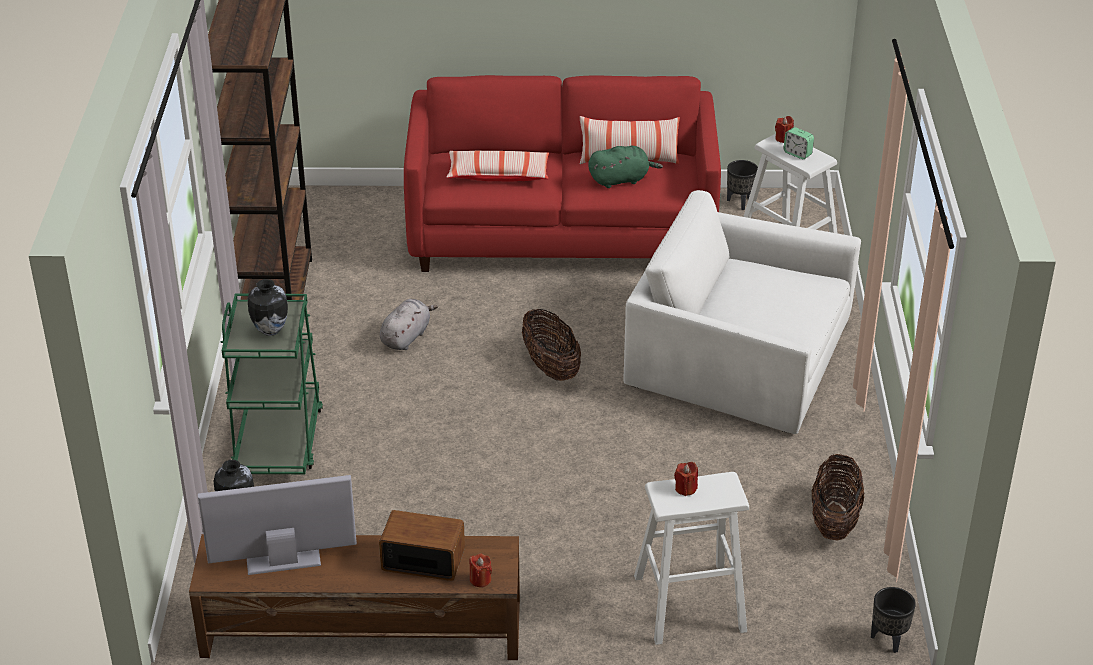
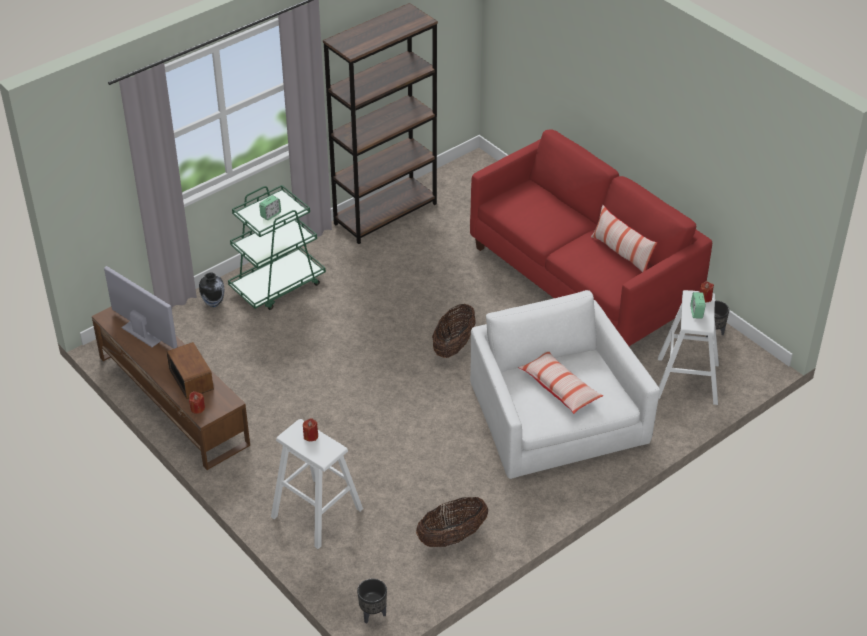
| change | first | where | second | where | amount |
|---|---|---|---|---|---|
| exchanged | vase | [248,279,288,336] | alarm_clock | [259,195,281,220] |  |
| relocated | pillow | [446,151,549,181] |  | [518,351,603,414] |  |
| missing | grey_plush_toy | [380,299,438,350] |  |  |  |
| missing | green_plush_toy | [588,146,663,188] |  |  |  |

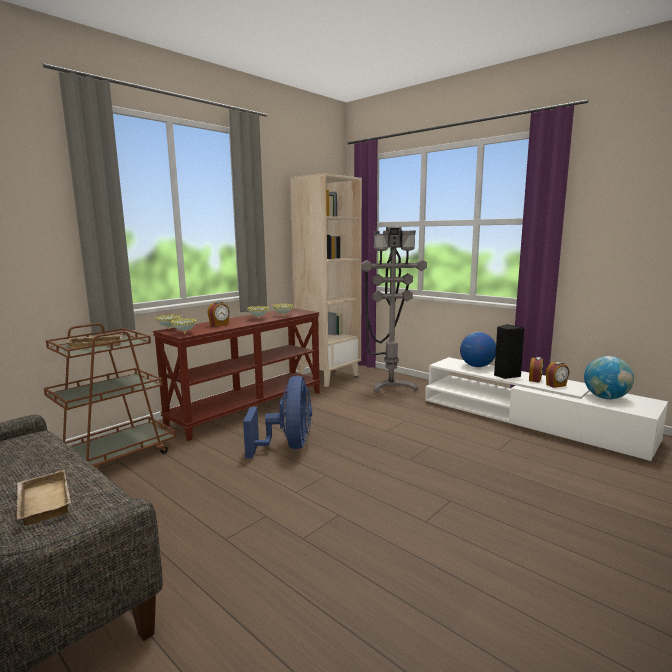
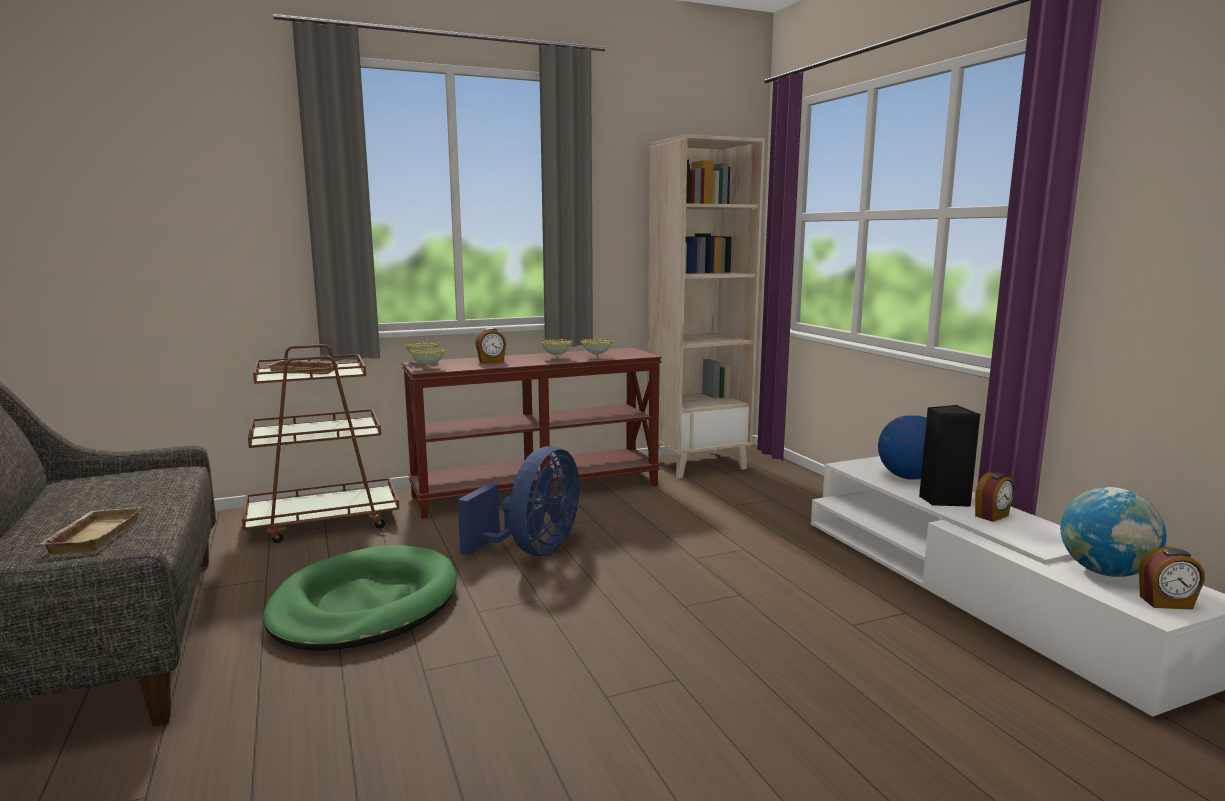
| change | first | where | second | where | amount |
|---|---|---|---|---|---|
| appeared |  |  | green_dog_bed | [263,545,457,651] |  |
| relocated | alarm_clock | [546,362,569,388] |  | [1139,546,1205,610] |  |
| missing | grey_floor_lamp | [361,227,427,394] |  |  |  |

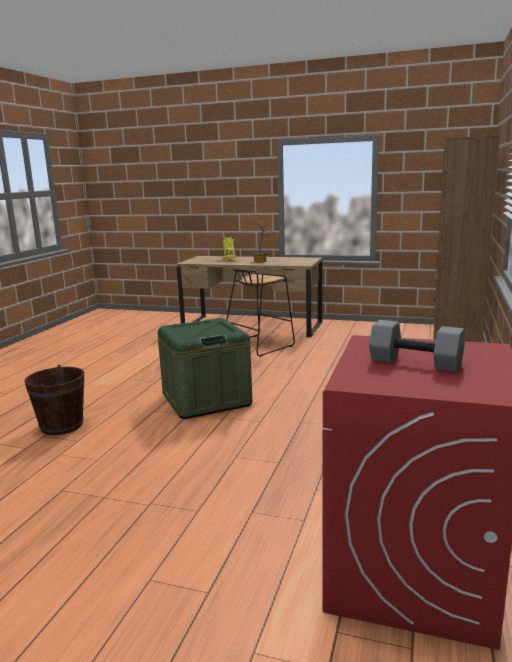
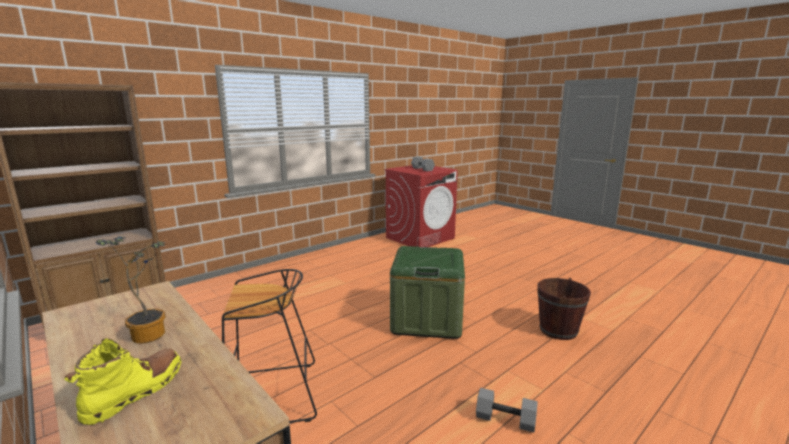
| change | first | where | second | where | amount |
|---|---|---|---|---|---|
| appeared |  |  | grey_dumbbell | [476,388,538,433] |  |

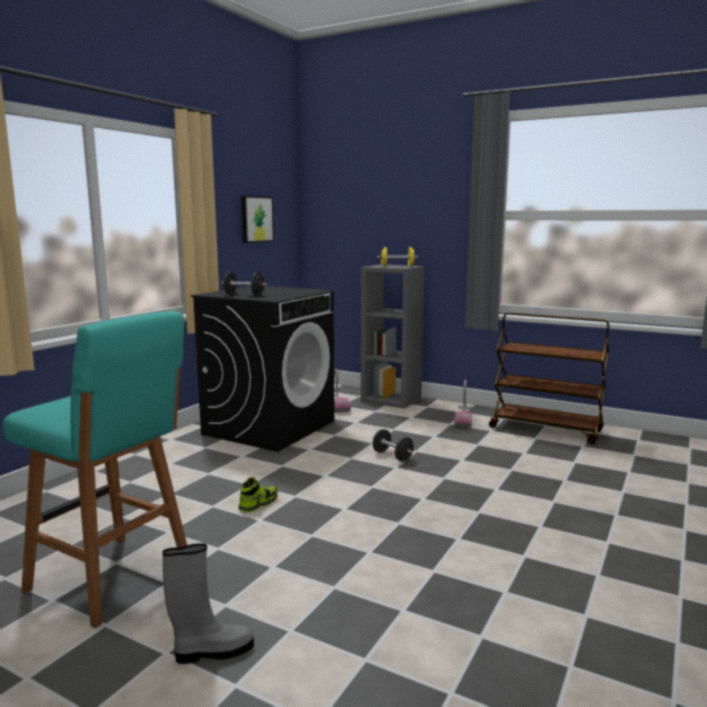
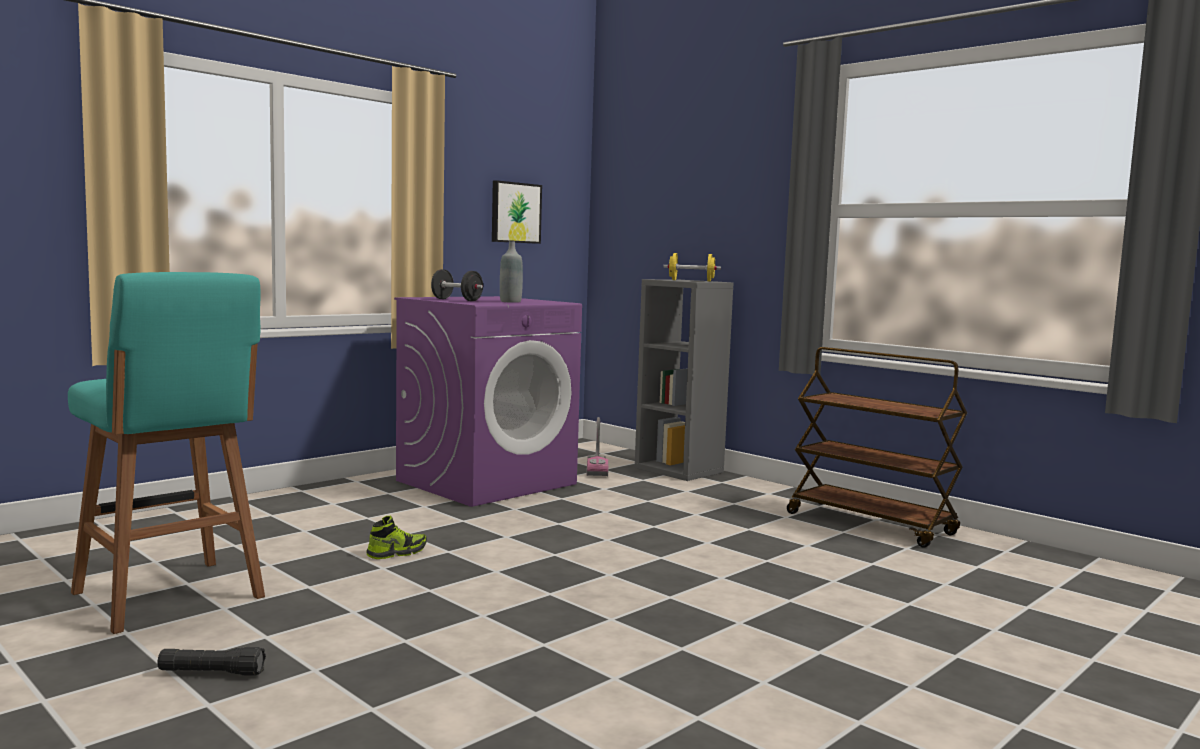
| change | first | where | second | where | amount |
|---|---|---|---|---|---|
| exchanged | grey_boot | [162,543,254,664] | black_flashlight | [157,647,266,676] |  |
| colour | black_washing_machine | [191,286,335,452] | purple_washing_machine | [394,296,582,507] |  |
| appeared |  |  | grey_bottle | [500,241,523,303] |  |
| missing | black_dumbbell | [372,429,414,462] |  |  |  |
| missing | vacuum_cleaner | [454,380,472,427] |  |  |  |

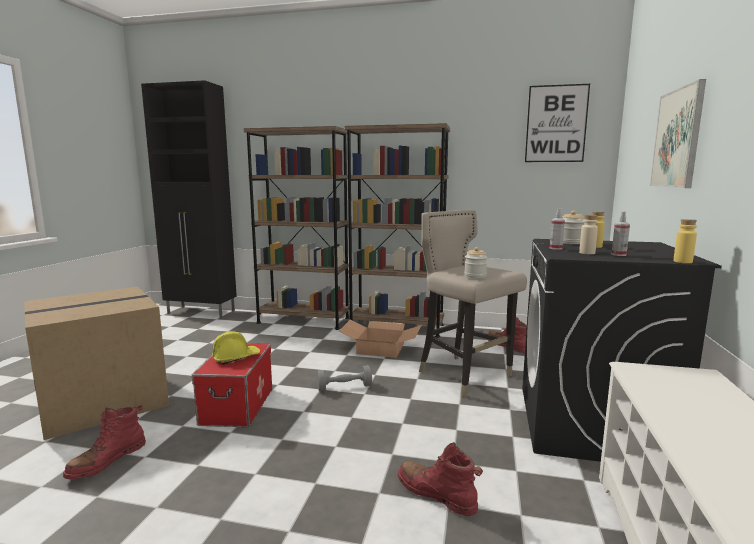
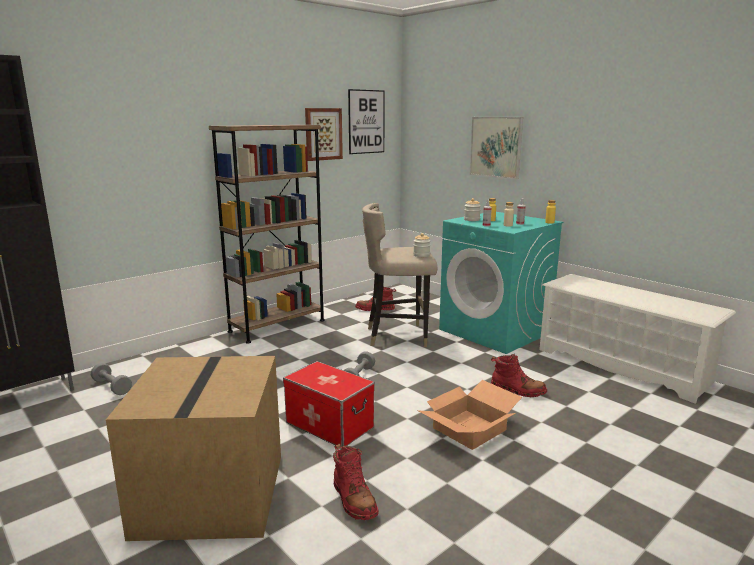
| change | first | where | second | where | amount |
|---|---|---|---|---|---|
| appeared |  |  | grey_dumbbell | [91,363,132,395] |  |
| appeared |  |  | picture | [305,108,343,161] |  |
| relocated | cardboard_box | [339,319,421,358] |  | [417,380,522,450] |  |
| colour | black_washing_machine | [522,239,722,462] | turquoise_washing_machine | [439,212,563,354] |  |
| spun | red_boot | [397,442,483,516] |  | [491,354,547,397] | 135 degrees counterclockwise |
| missing | yellow_hard_hat | [212,331,260,365] |  |  |  |
| missing | brown_bookcase | [244,126,349,330] |  |  |  |

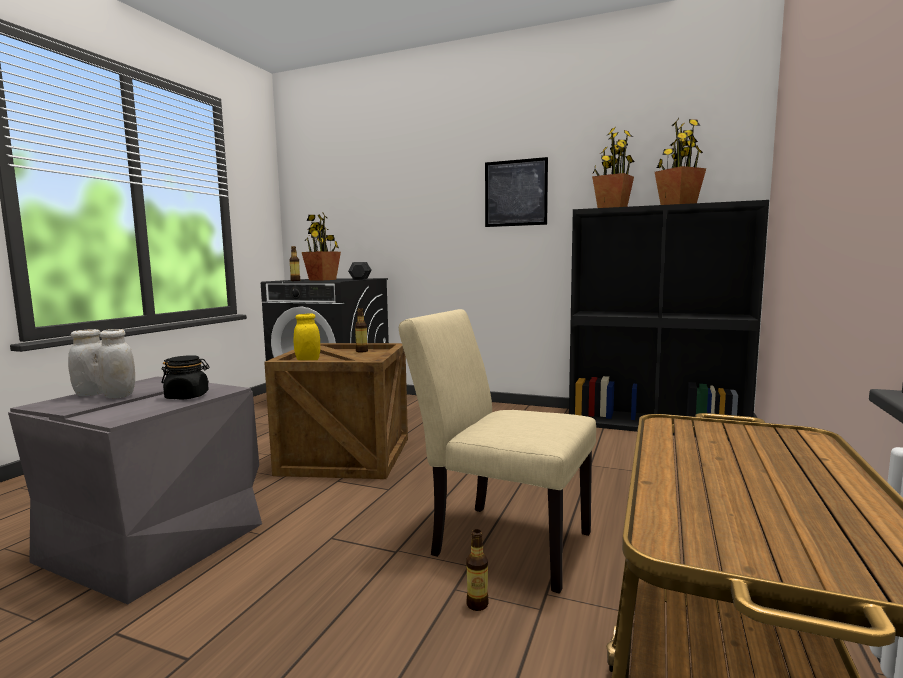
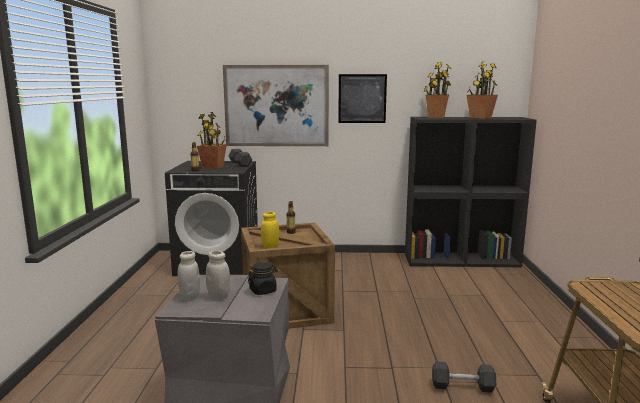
| change | first | where | second | where | amount |
|---|---|---|---|---|---|
| appeared |  |  | picture | [223,65,329,146] |  |
| exchanged | bottle | [466,529,489,611] | grey_dumbbell | [432,361,496,393] |  |
| missing | beige_chair | [399,309,596,594] |  |  |  |

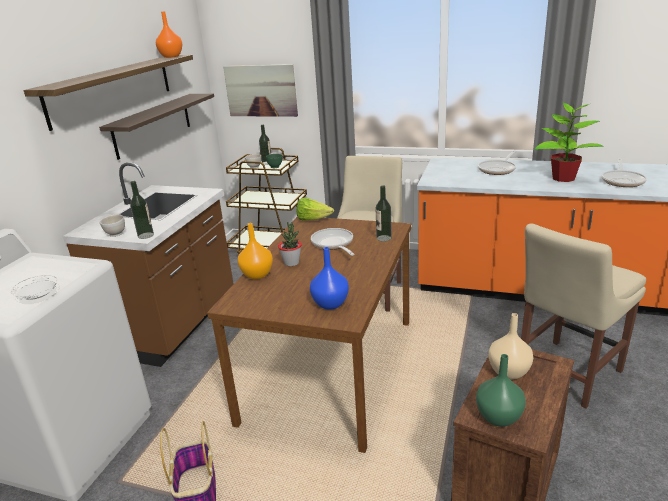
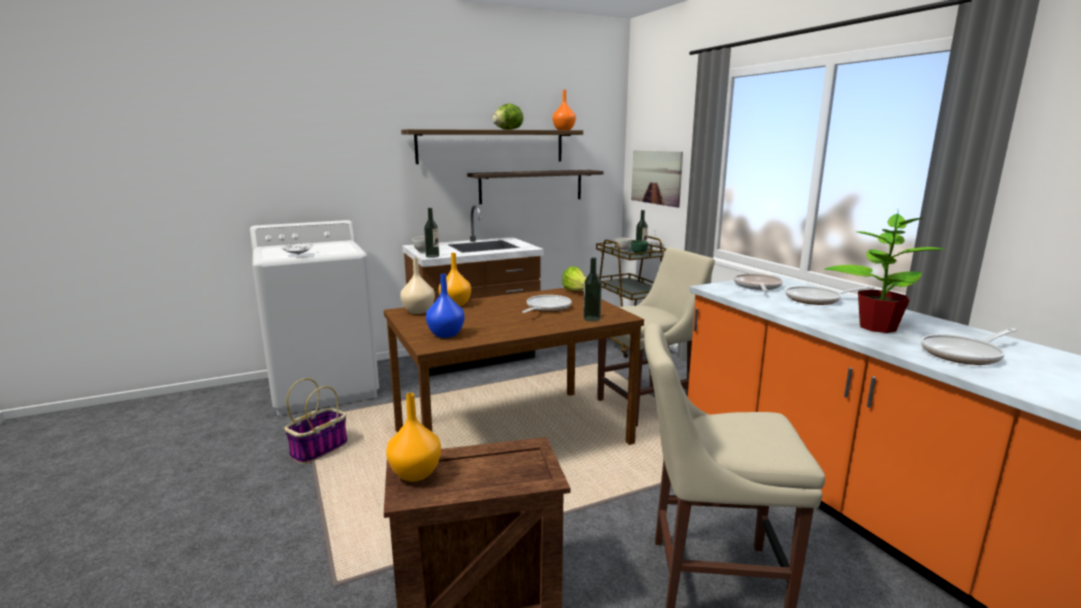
| change | first | where | second | where | amount |
|---|---|---|---|---|---|
| colour | green_vase | [476,354,526,427] | orange_vase | [386,393,441,481] |  |
| relocated | beige_vase | [489,313,533,380] |  | [400,257,435,314] |  |
| appeared |  |  | lettuce | [493,104,523,130] |  |
| appeared |  |  | frying_pan | [734,274,783,291] |  |
| missing | potted_plant | [278,222,302,266] |  |  |  |

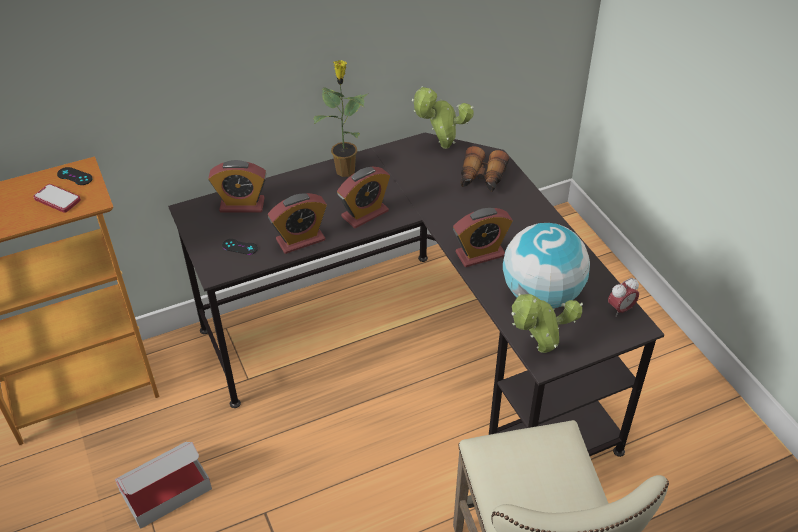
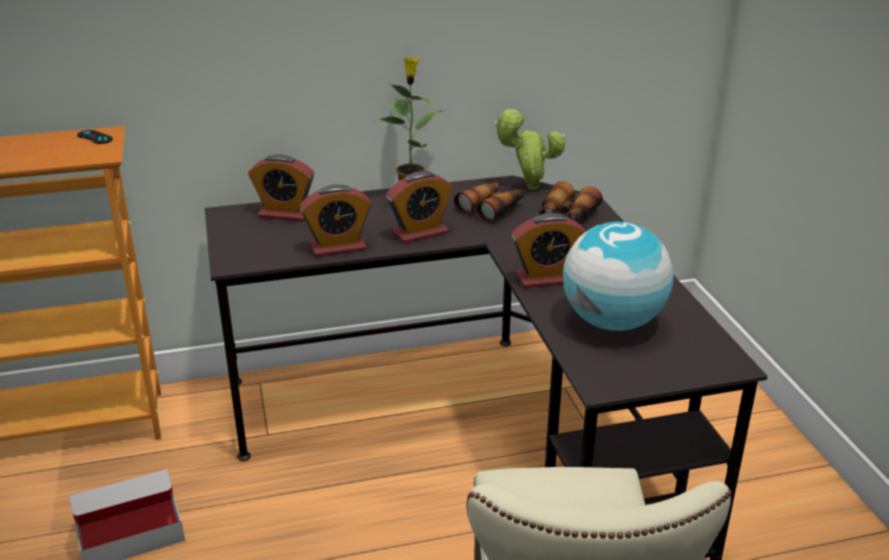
| change | first | where | second | where | amount |
|---|---|---|---|---|---|
| appeared |  |  | binoculars | [454,181,525,223] |  |
| missing | phone | [33,184,81,213] |  |  |  |
| missing | black_game_controller | [222,239,258,255] |  |  |  |
| missing | potted_plant | [511,293,583,353] |  |  |  |
| missing | alarm_clock | [608,278,639,317] |  |  |  |

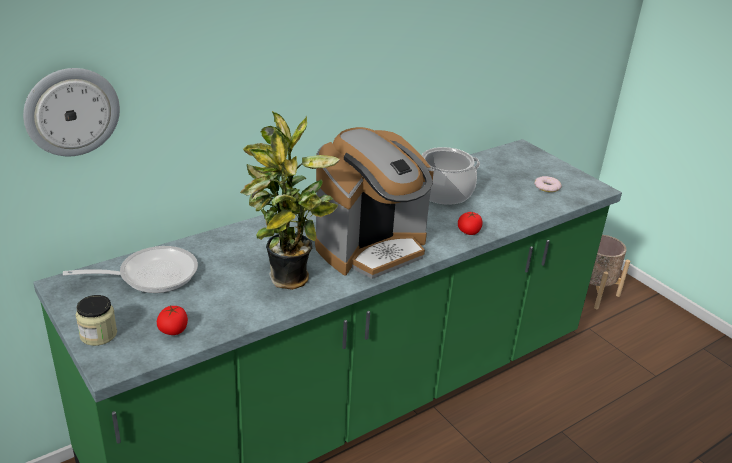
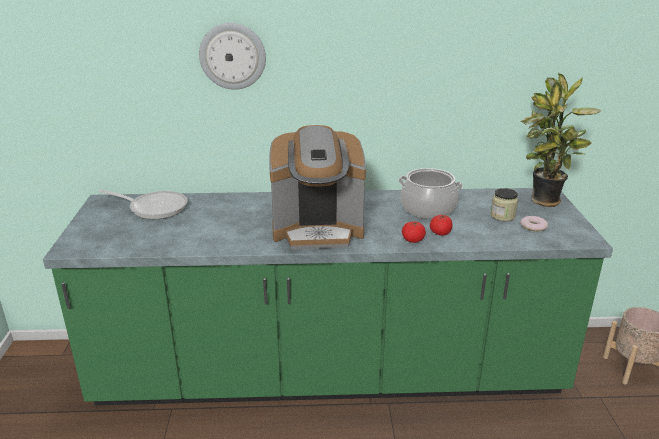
| change | first | where | second | where | amount |
|---|---|---|---|---|---|
| relocated | wall_clock | [23,68,120,156] |  | [199,23,266,90] |  |
| relocated | tomato | [157,306,188,335] |  | [430,214,453,236] |  |
| relocated | jar | [76,295,117,346] |  | [491,188,518,221] |  |
| relocated | potted_plant | [240,111,340,290] |  | [521,73,601,207] |  |

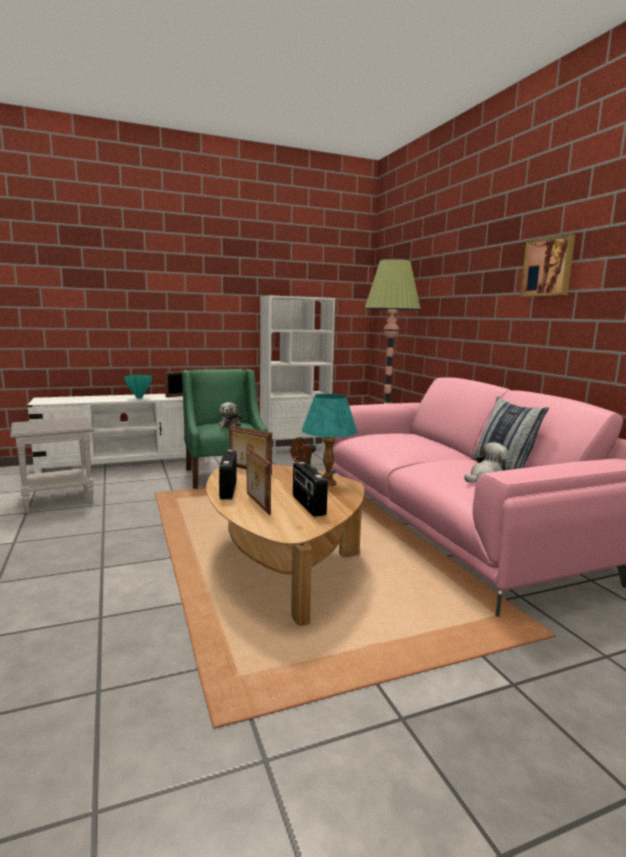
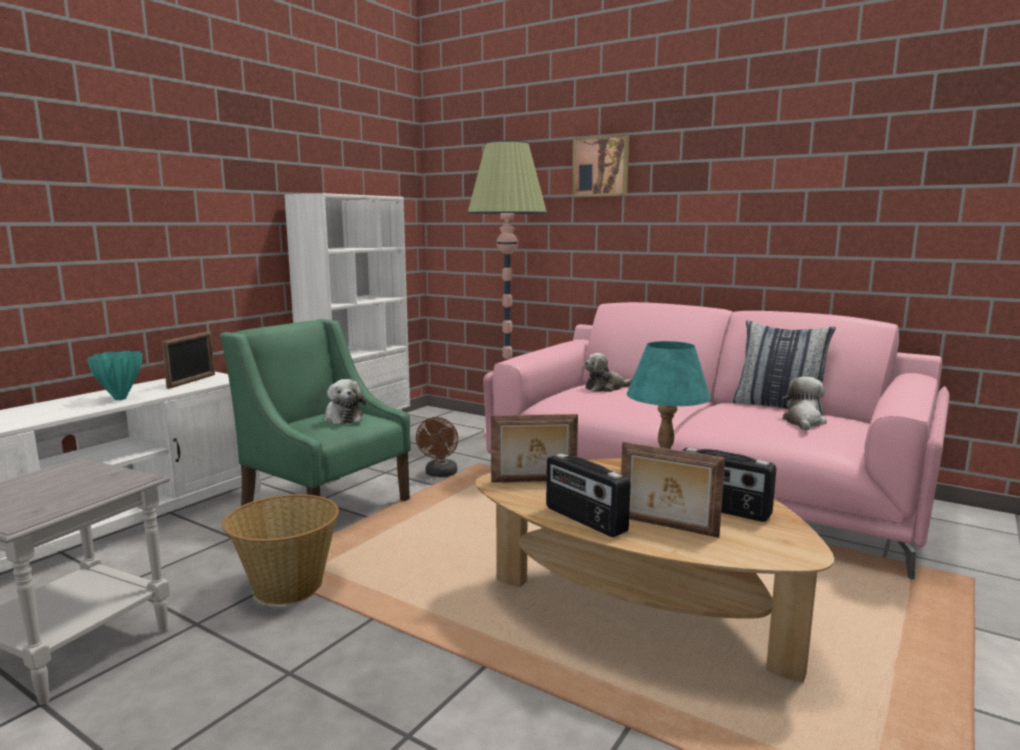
| change | first | where | second | where | amount |
|---|---|---|---|---|---|
| appeared |  |  | basket | [222,494,339,605] |  |
| relocated | picture | [520,234,575,297] |  | [572,134,629,197] |  |
| appeared |  |  | plush_toy | [584,353,633,392] |  |

